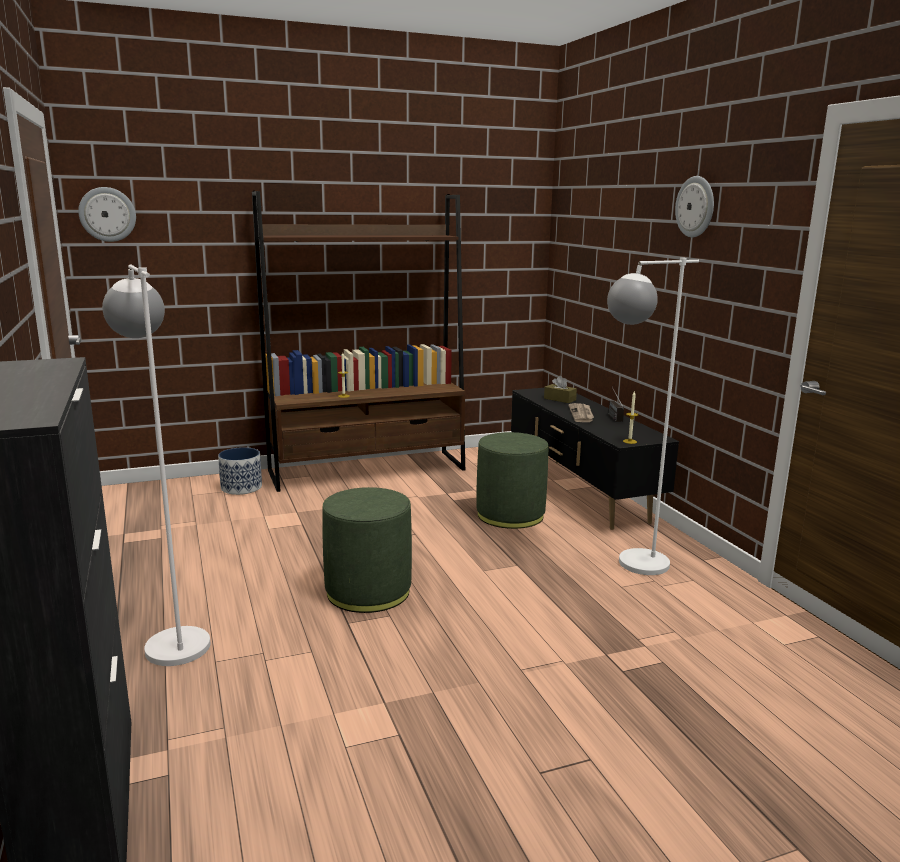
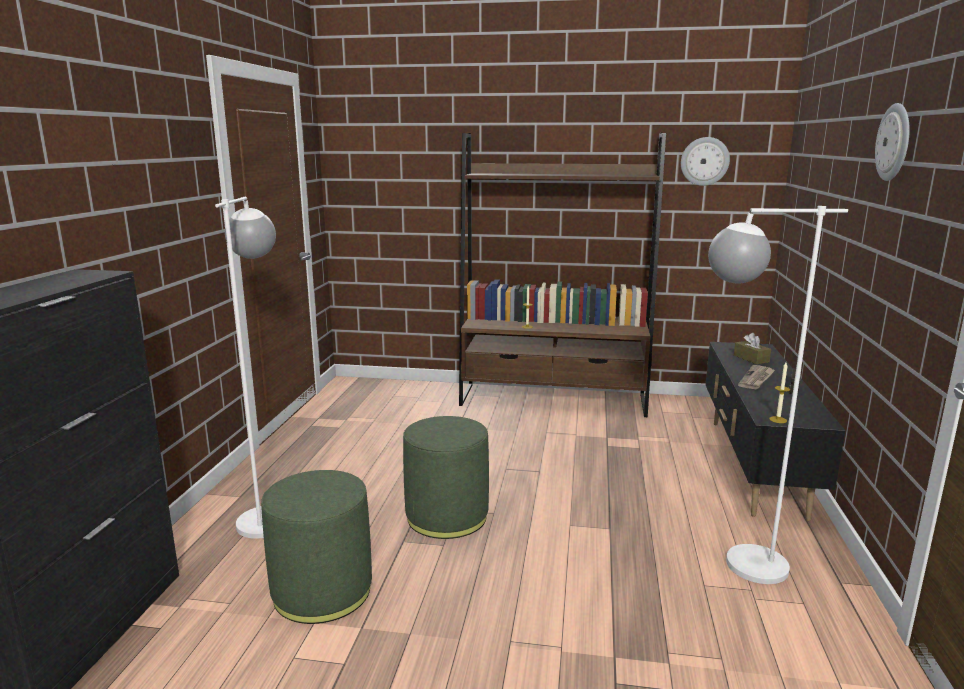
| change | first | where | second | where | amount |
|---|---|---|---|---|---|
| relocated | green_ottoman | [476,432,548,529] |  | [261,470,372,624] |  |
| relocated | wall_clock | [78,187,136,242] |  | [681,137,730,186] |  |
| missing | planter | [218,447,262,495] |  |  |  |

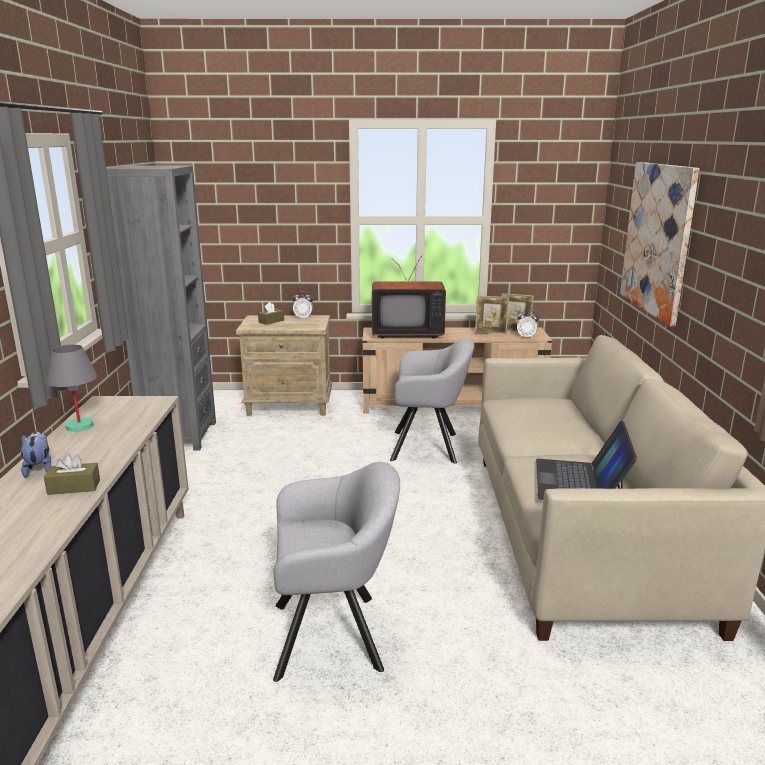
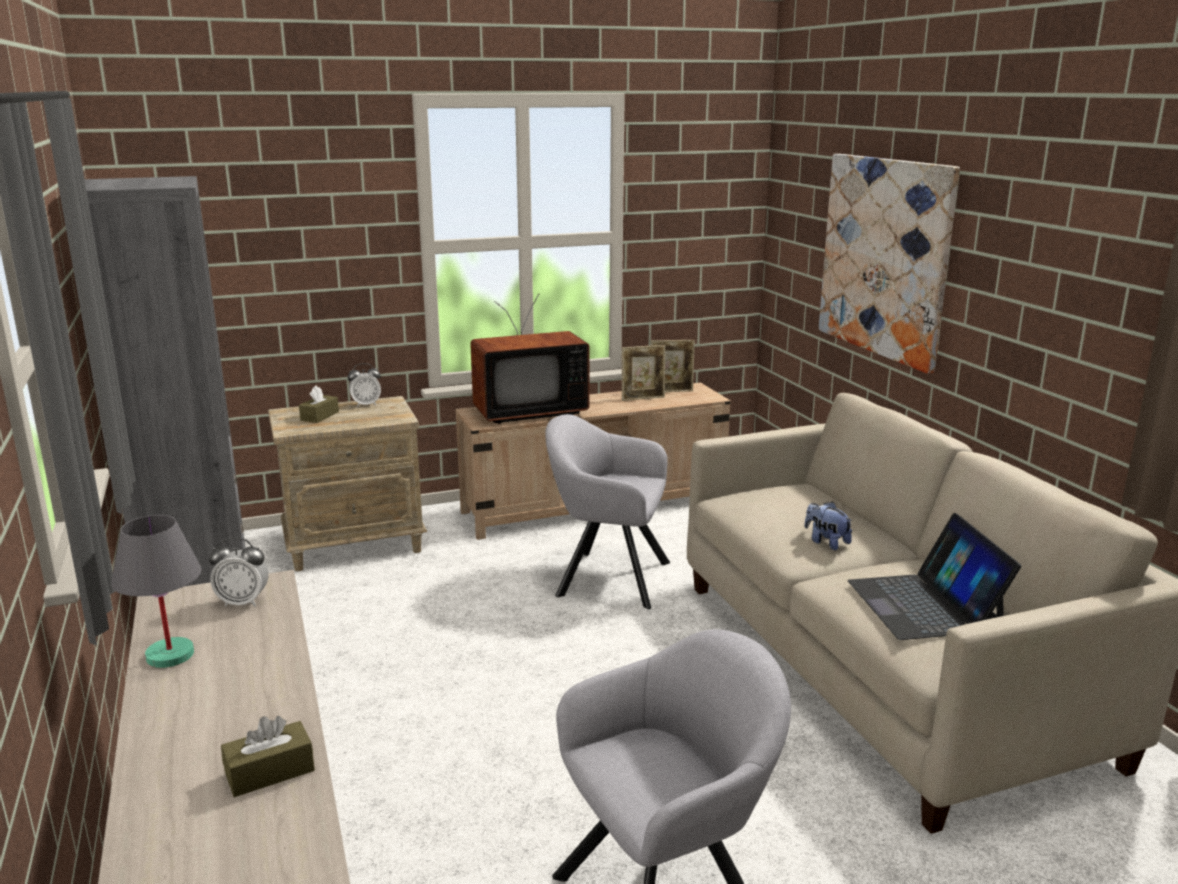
| change | first | where | second | where | amount |
|---|---|---|---|---|---|
| relocated | alarm_clock | [517,310,539,339] |  | [209,538,269,607] |  |
| spun | grey_armchair | [390,338,474,464] |  | [545,414,670,609] | 150 degrees counterclockwise |
| relocated | plush_toy | [21,431,51,477] |  | [805,502,853,550] |  |

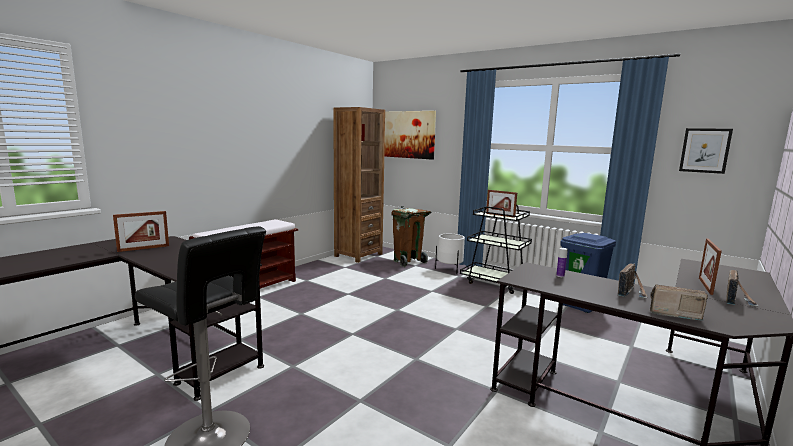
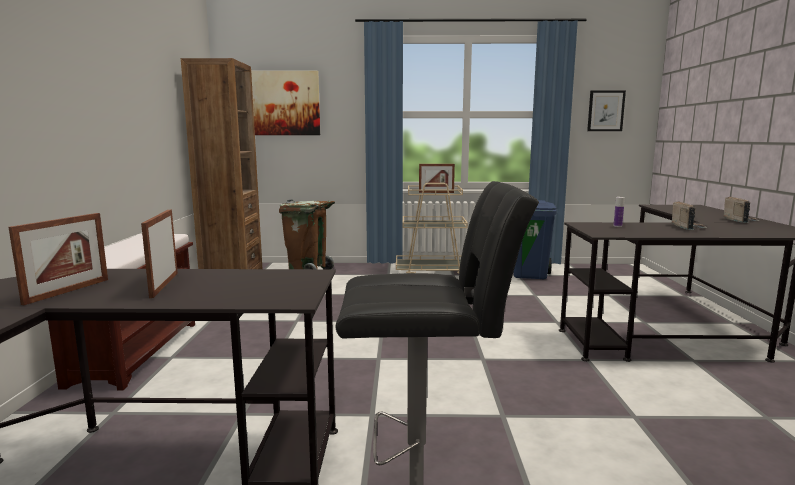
| change | first | where | second | where | amount |
|---|---|---|---|---|---|
| relocated | picture_frame | [699,239,722,295] |  | [141,210,178,298] |  |
| colour | black_cart | [460,204,532,294] | beige_cart | [396,183,468,274] |  |
| missing | white_planter | [435,234,465,275] |  |  |  |
| missing | radio | [649,285,708,321] |  |  |  |

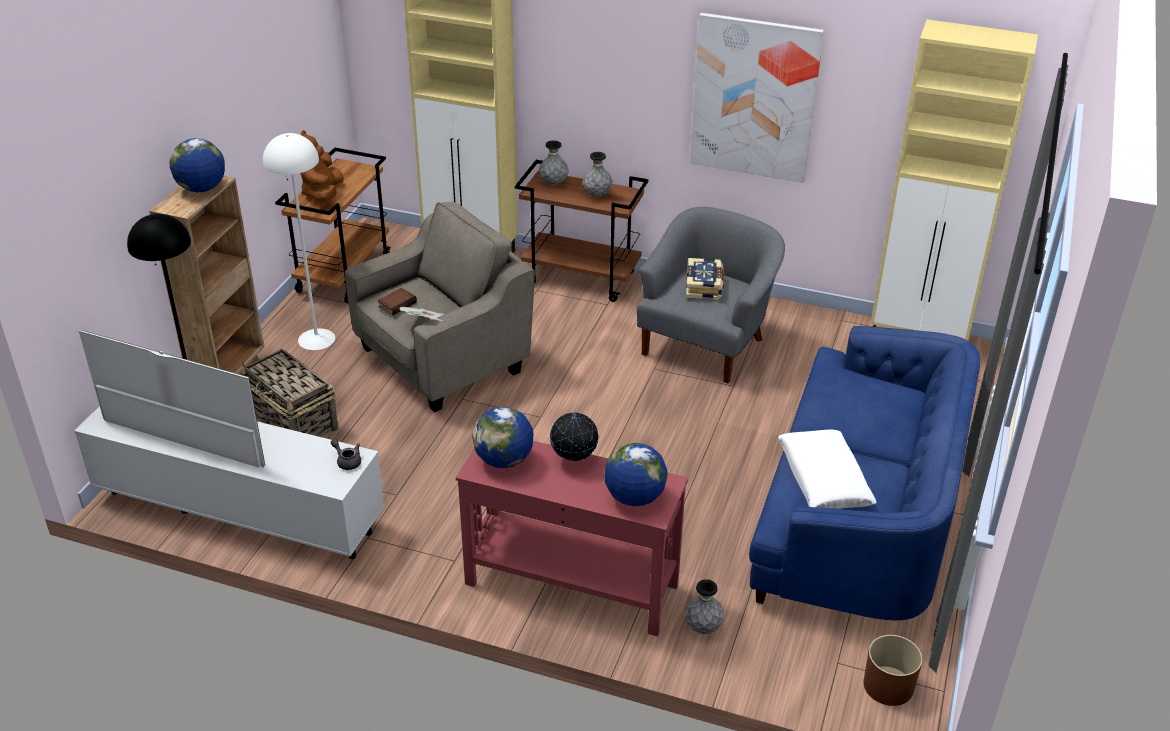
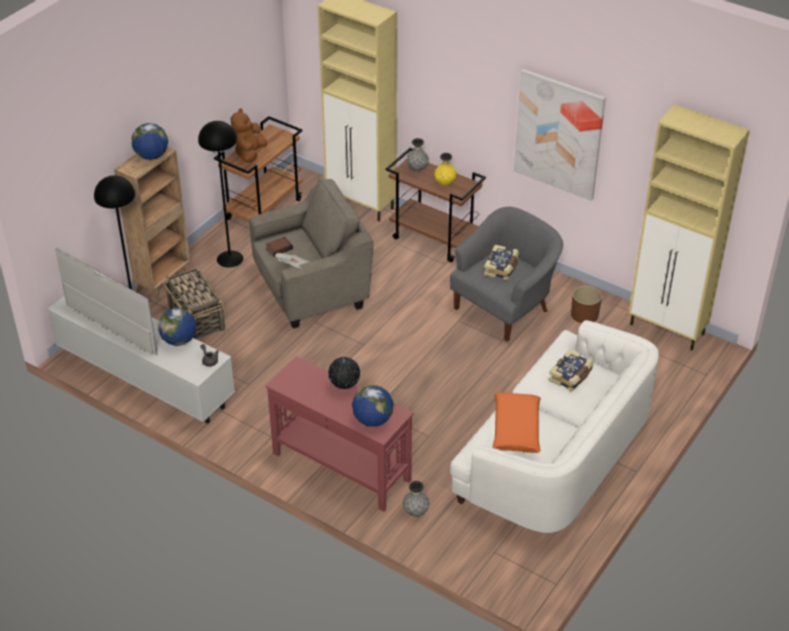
| change | first | where | second | where | amount |
|---|---|---|---|---|---|
| relocated | globe | [472,407,533,468] |  | [158,308,196,346] |  |
| colour | white_floor_lamp | [263,133,335,350] | black_floor_lamp | [198,121,243,268] |  |
| colour | grey_vase | [582,152,613,197] | yellow_vase | [434,153,457,186] |  |
| colour | blue_sofa | [749,326,980,621] | white_sofa | [450,320,659,533] |  |
| colour | white_pillow | [778,429,877,509] | orange_pillow | [493,392,541,453] |  |
| appeared |  |  | book | [548,349,593,392] |  |
| relocated | brown_planter | [863,635,923,706] |  | [571,286,602,323] |  |

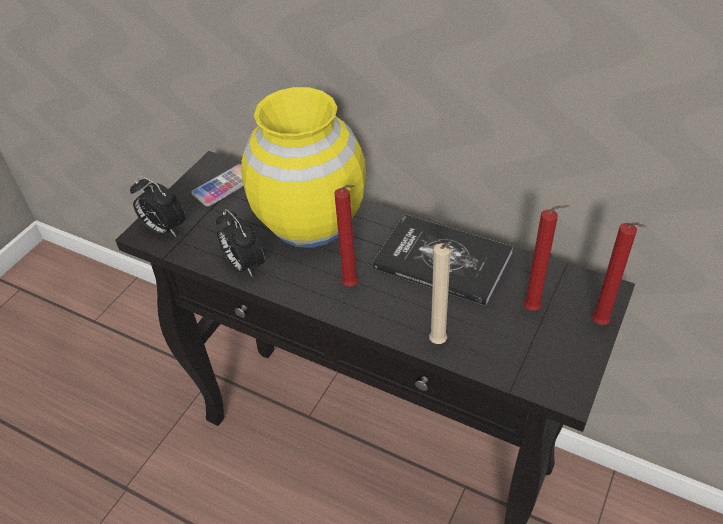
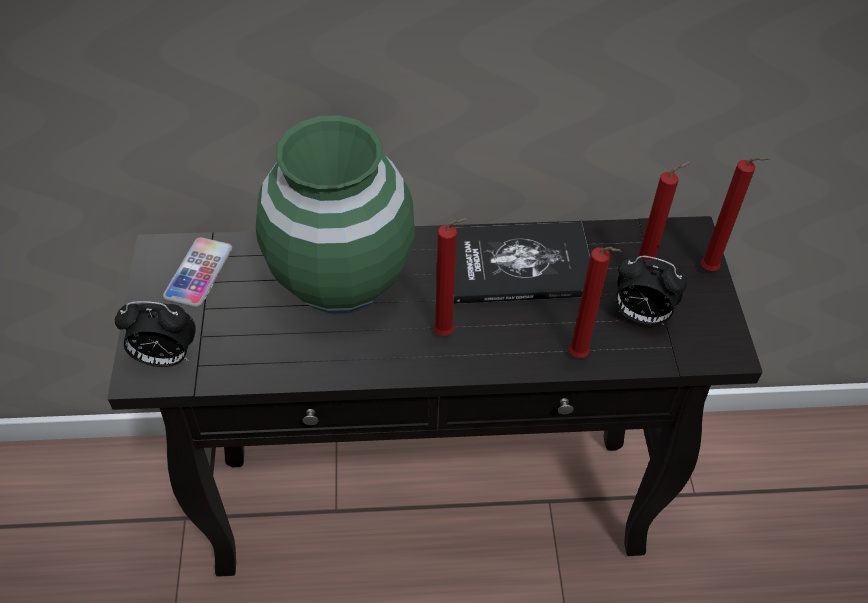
| change | first | where | second | where | amount |
|---|---|---|---|---|---|
| colour | yellow_vase | [241,87,366,248] | green_vase | [256,115,415,314] |  |
| colour | beige_candle | [429,243,451,344] | red_candle | [569,247,621,358] |  |
| relocated | alarm_clock | [216,209,265,277] |  | [616,256,687,325] |  |

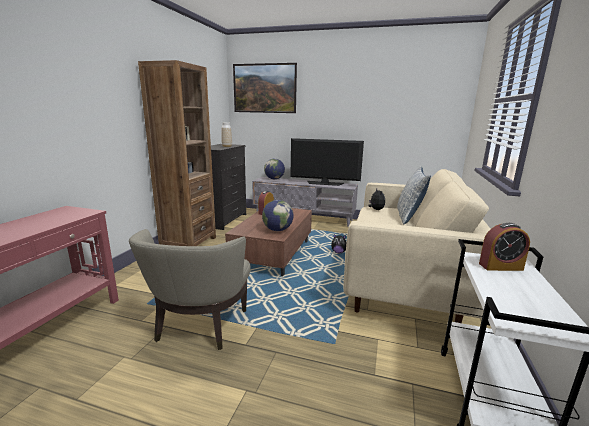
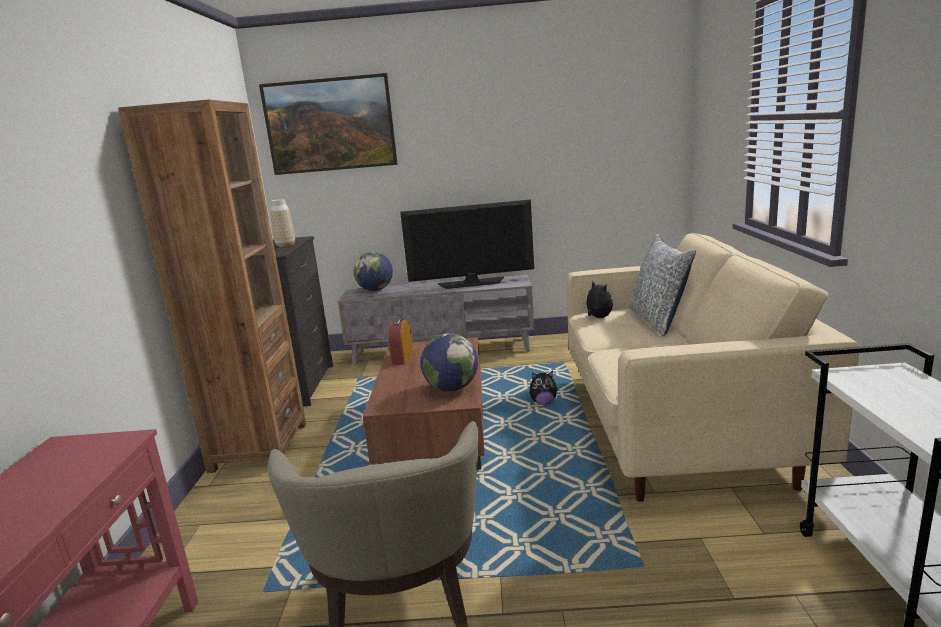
| change | first | where | second | where | amount |
|---|---|---|---|---|---|
| missing | alarm_clock | [479,223,530,271] |  |  |  |

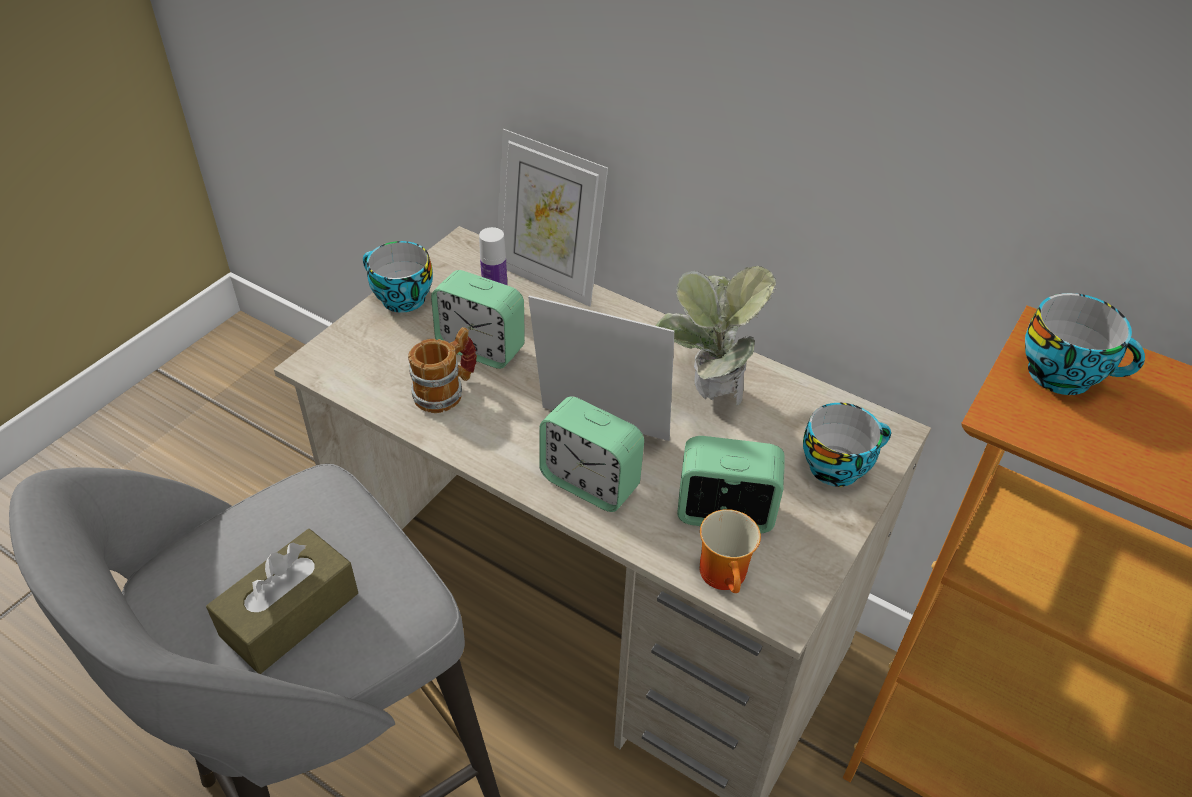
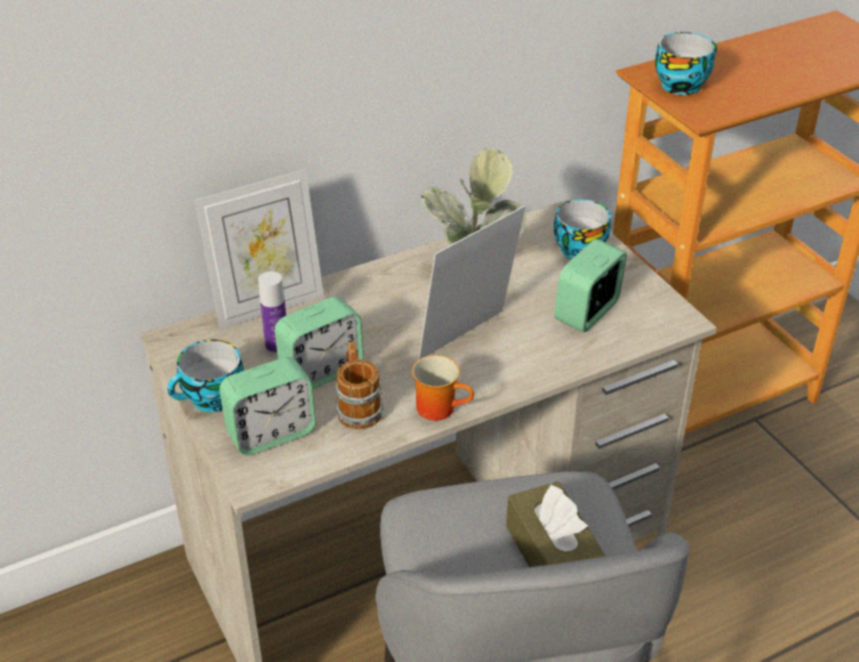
| change | first | where | second | where | amount |
|---|---|---|---|---|---|
| relocated | alarm_clock | [539,396,644,512] |  | [219,357,316,455] |  |
| relocated | mug | [700,509,761,593] |  | [412,355,474,421] |  |

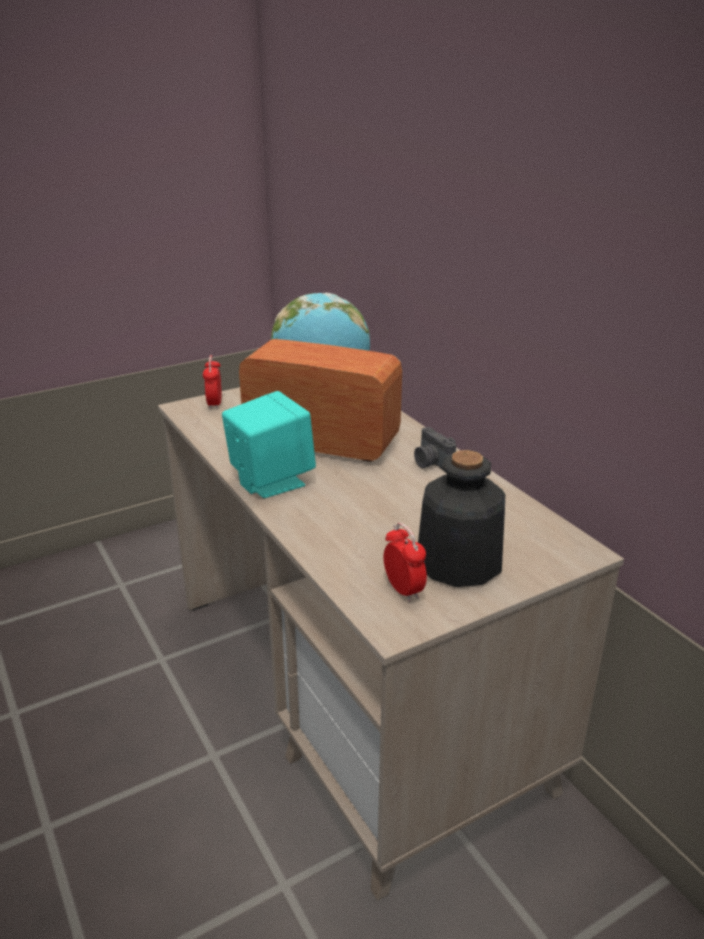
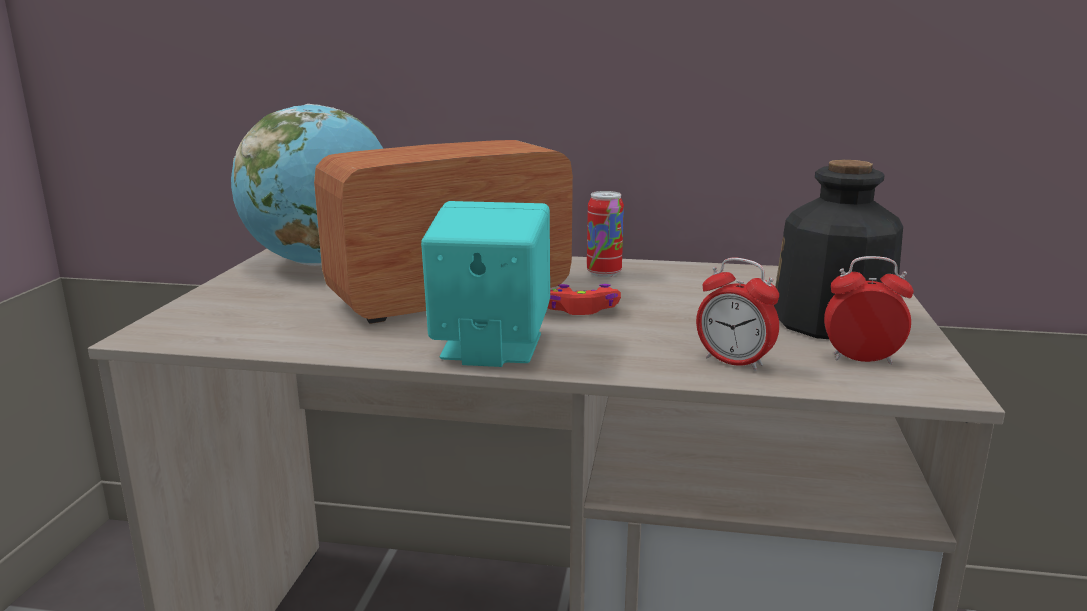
| change | first | where | second | where | amount |
|---|---|---|---|---|---|
| appeared |  |  | red_game_controller | [548,284,621,315] |  |
| exchanged | photo_camera | [414,427,456,469] | can | [587,191,624,277] |  |
| relocated | alarm_clock | [203,355,222,410] |  | [696,257,779,371] |  |

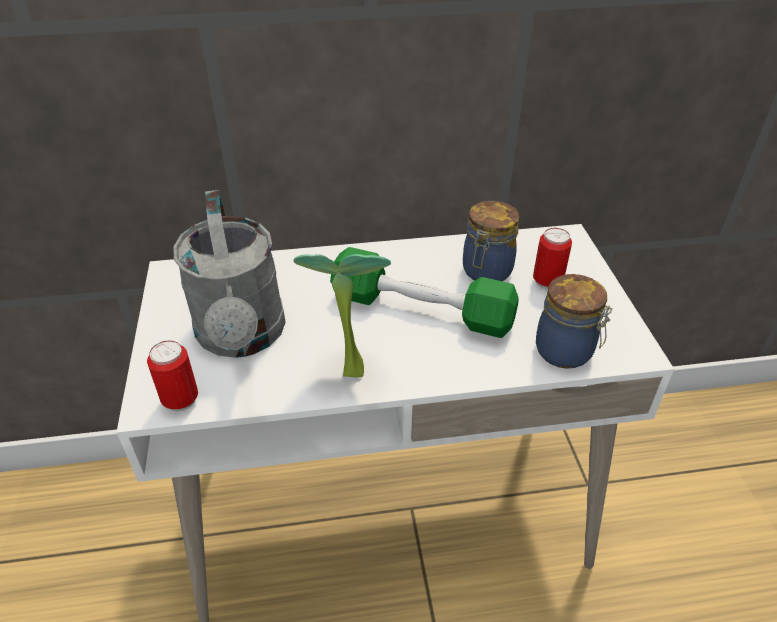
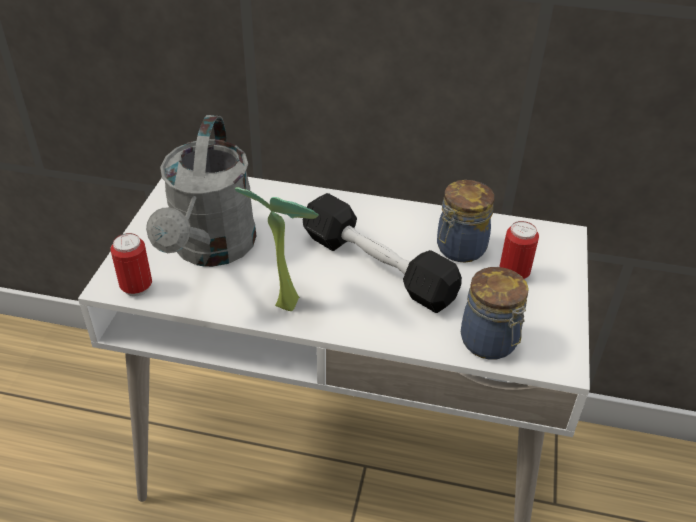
| change | first | where | second | where | amount |
|---|---|---|---|---|---|
| colour | green_dumbbell | [330,247,519,338] | black_dumbbell | [303,193,462,313] |  |

